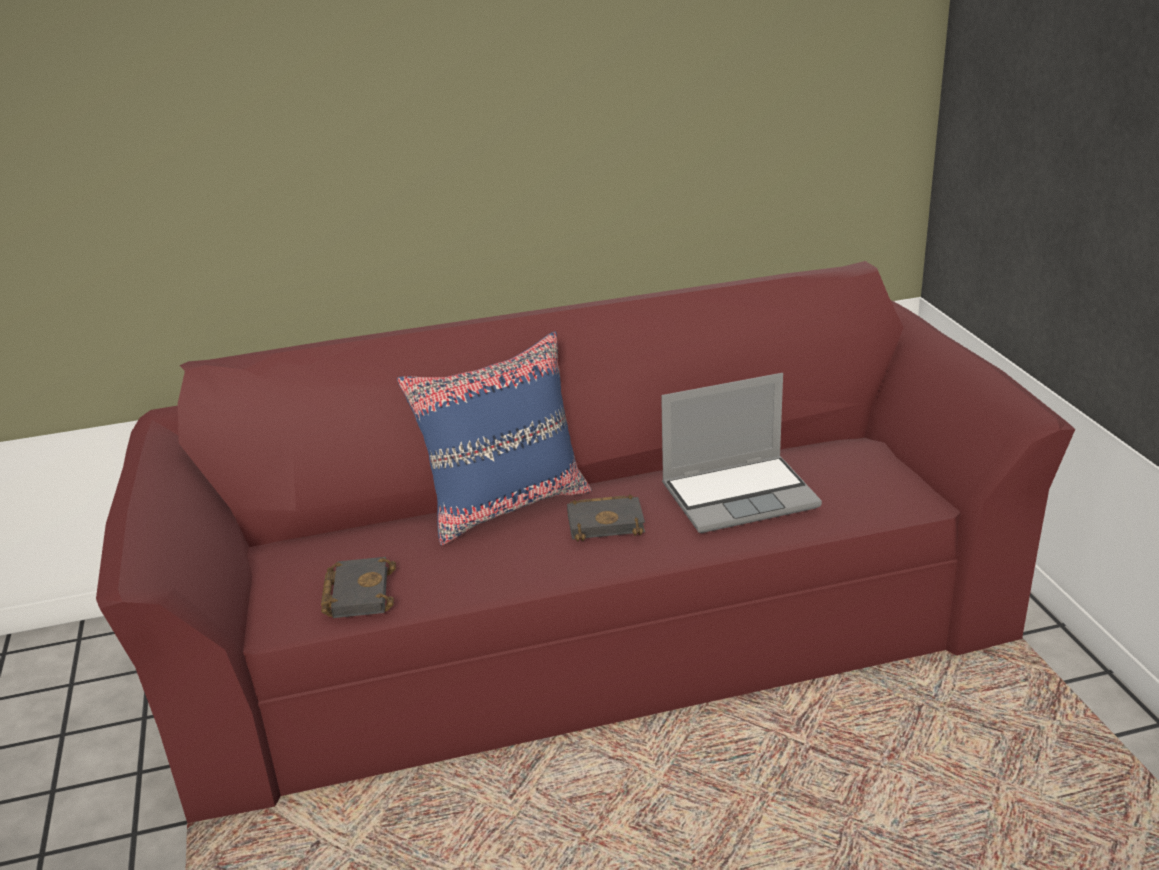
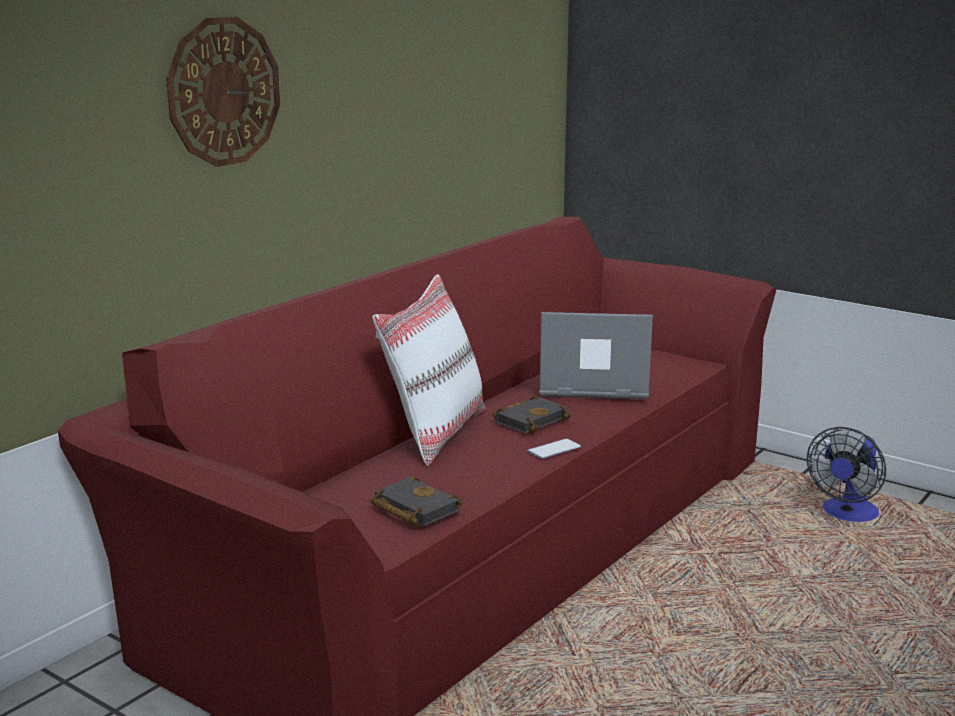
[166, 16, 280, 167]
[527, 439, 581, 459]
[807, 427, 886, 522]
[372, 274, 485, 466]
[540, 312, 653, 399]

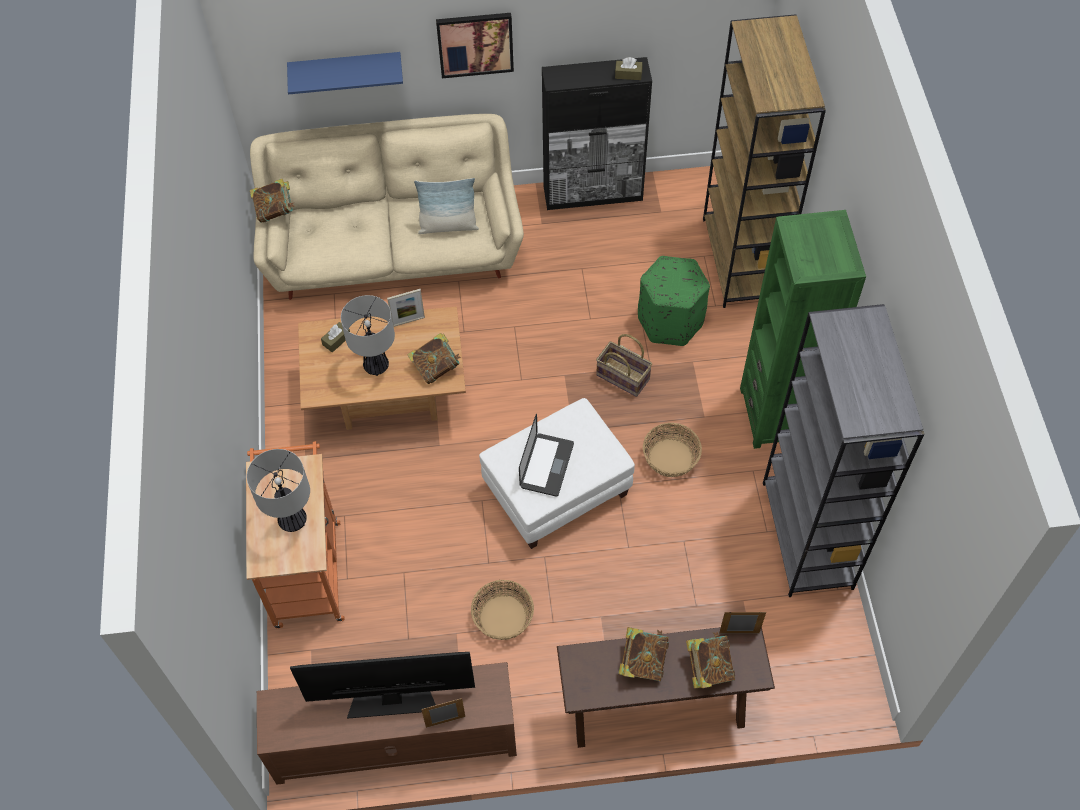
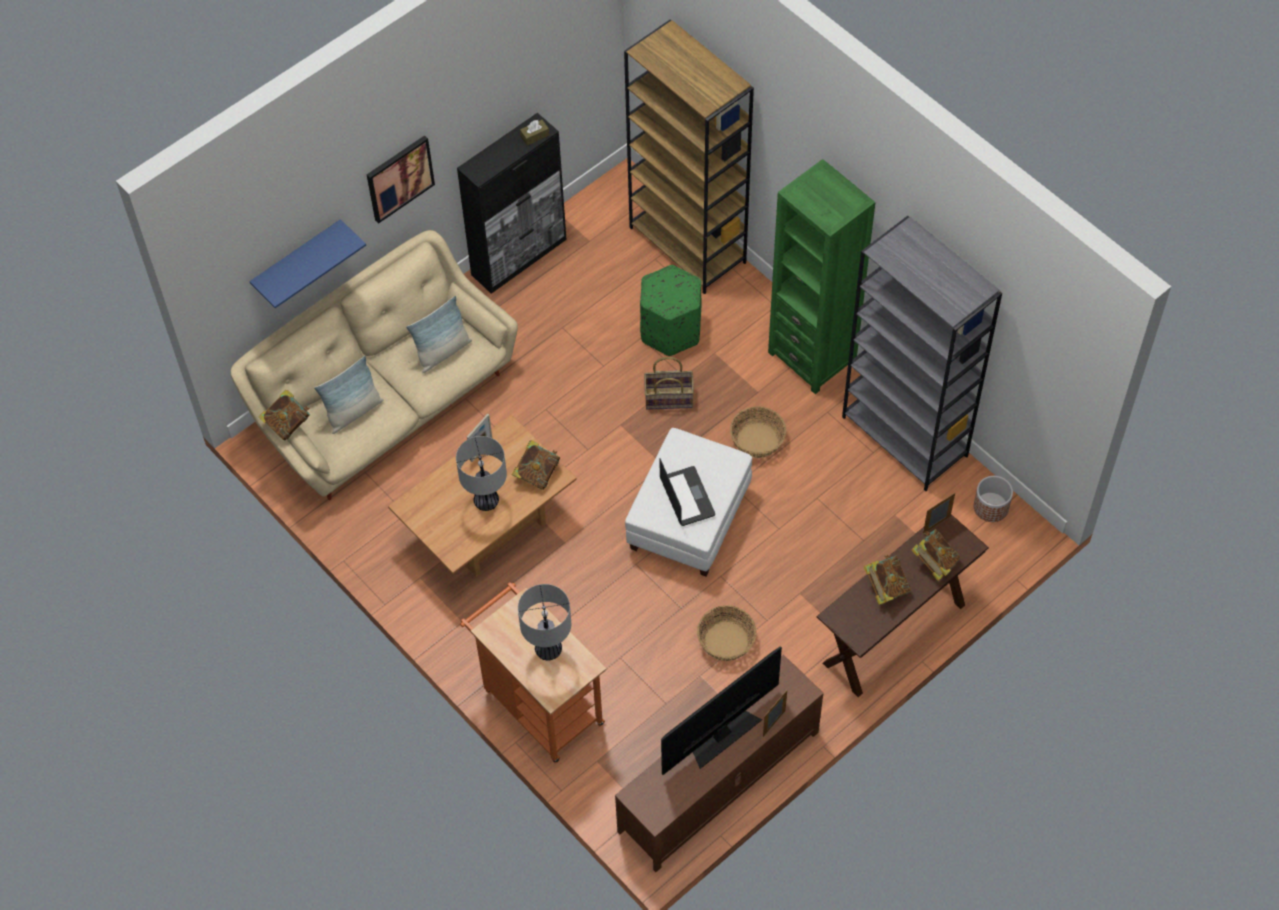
[321, 322, 350, 352] (first image)
[314, 356, 384, 434]
[974, 476, 1013, 522]

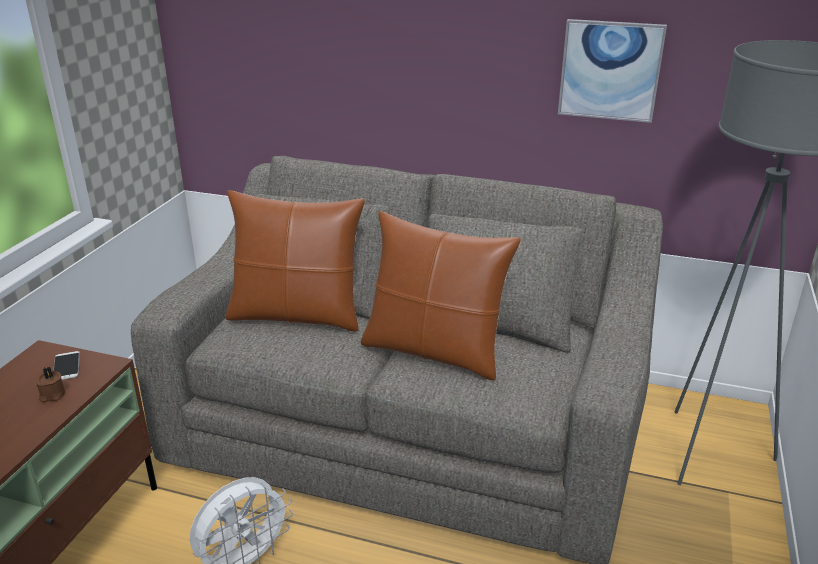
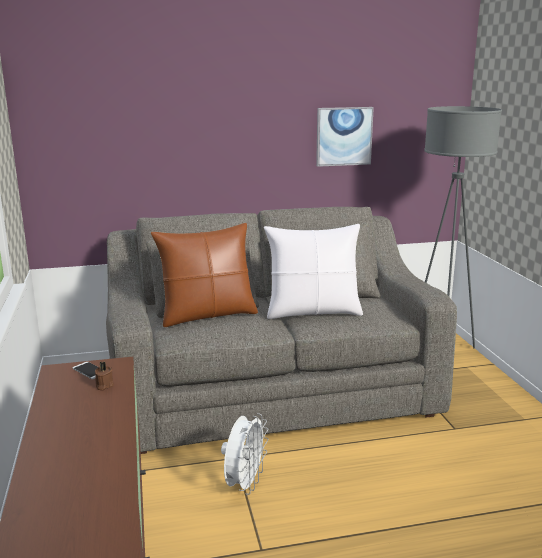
[264, 224, 363, 319]

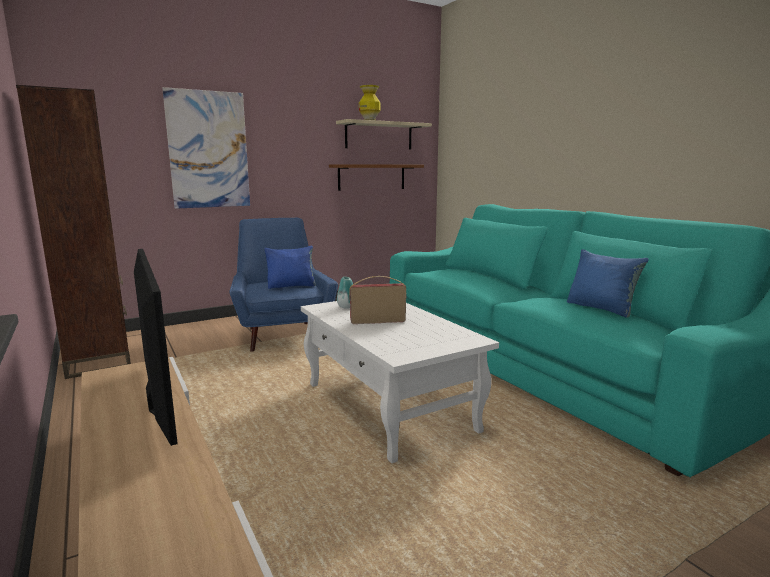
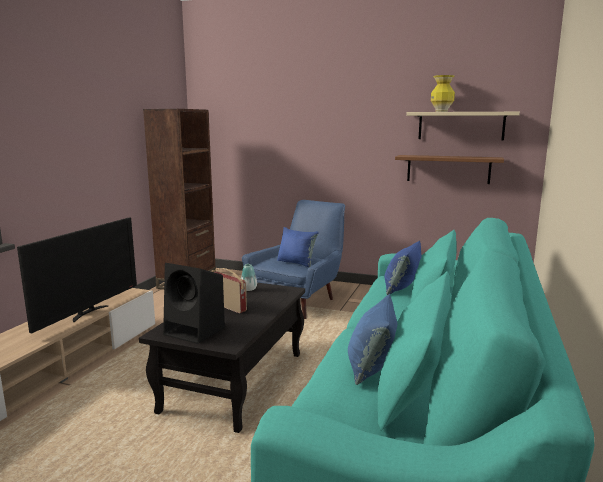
[162, 87, 250, 209] (first image)
[163, 263, 225, 344]
[385, 241, 422, 295]
[139, 283, 305, 433]

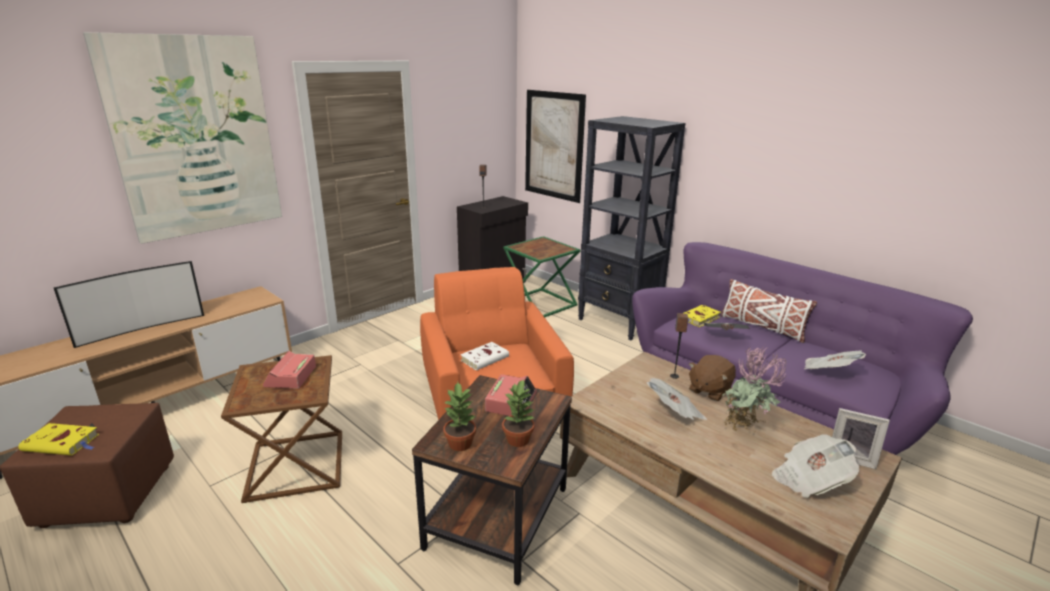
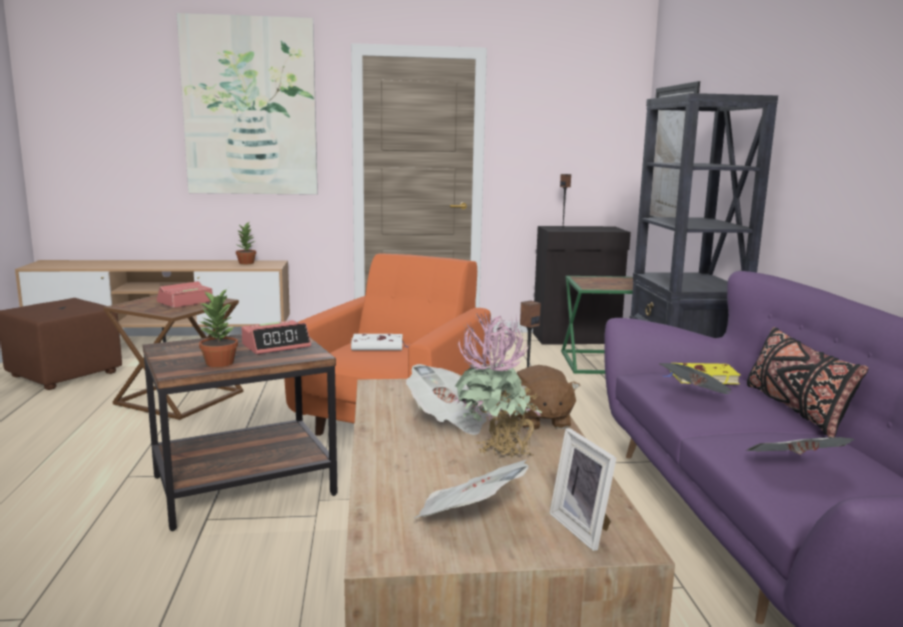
[18, 423, 99, 456] (first image)
[54, 261, 204, 348] (first image)
[236, 222, 256, 264]
[747, 327, 869, 437]
[517, 365, 580, 430]

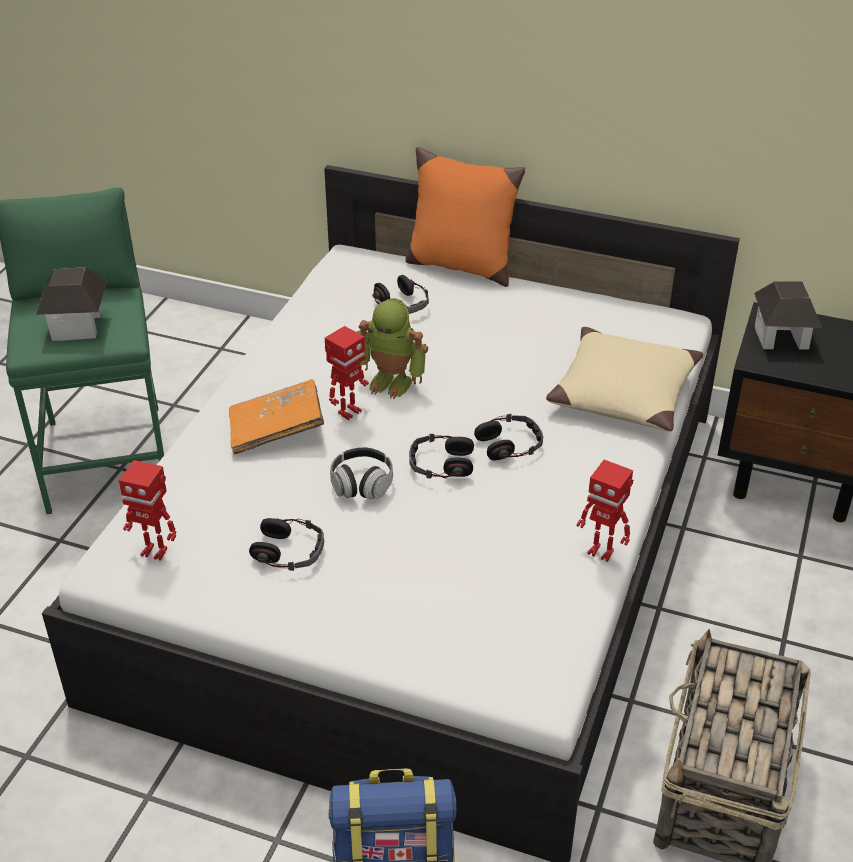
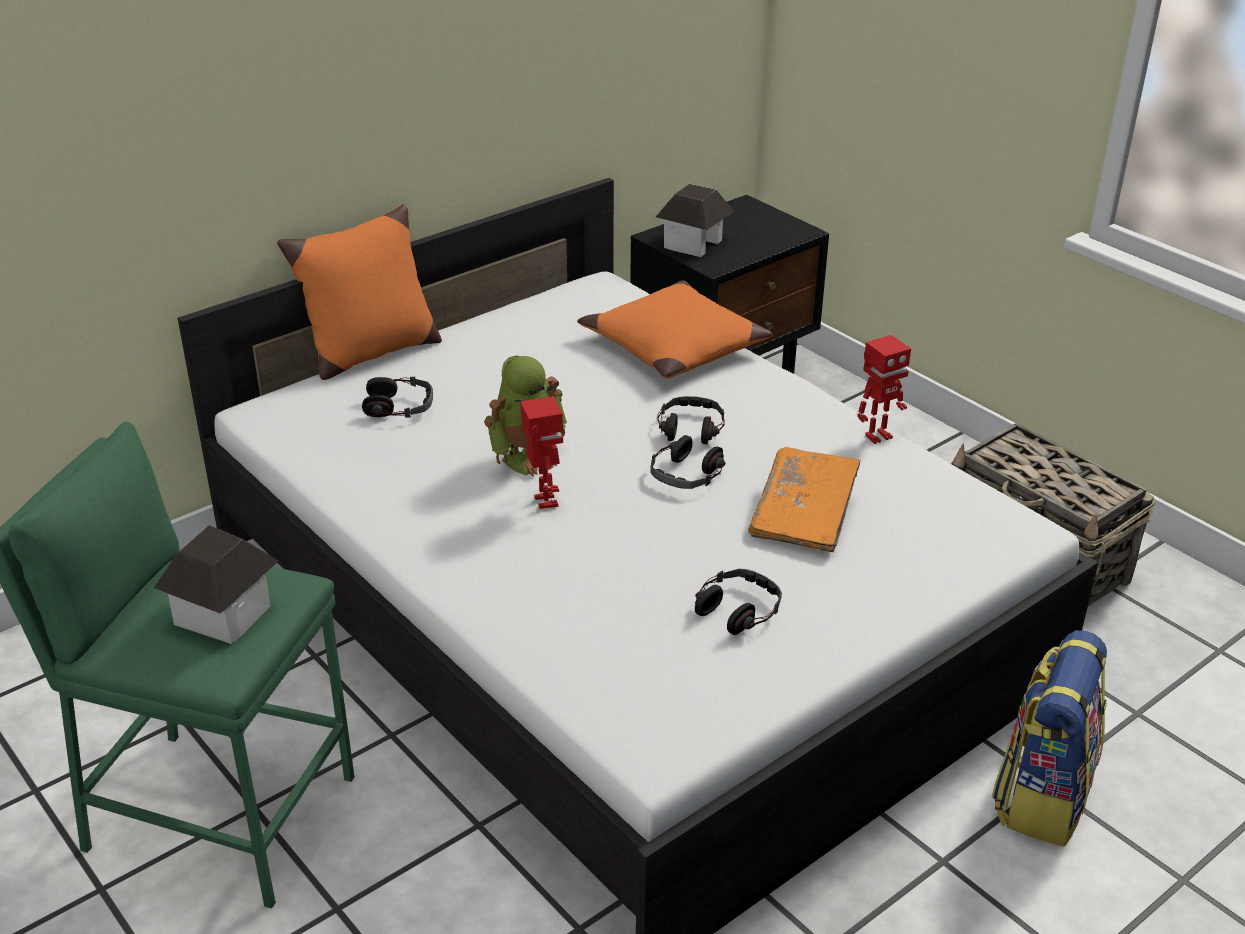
[119, 460, 176, 561] (first image)
[330, 447, 393, 500] (first image)
[749, 447, 860, 552]
[577, 281, 773, 378]

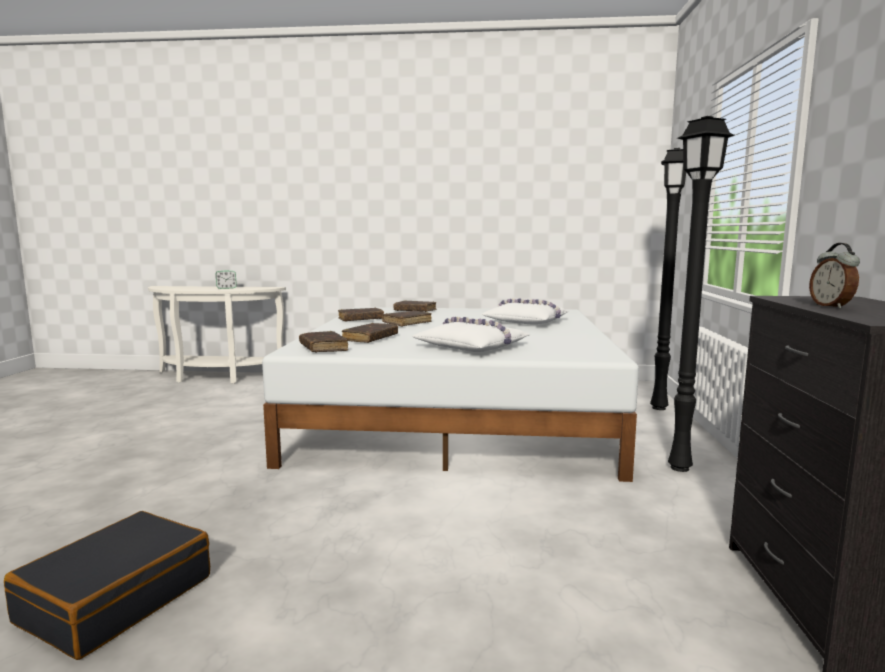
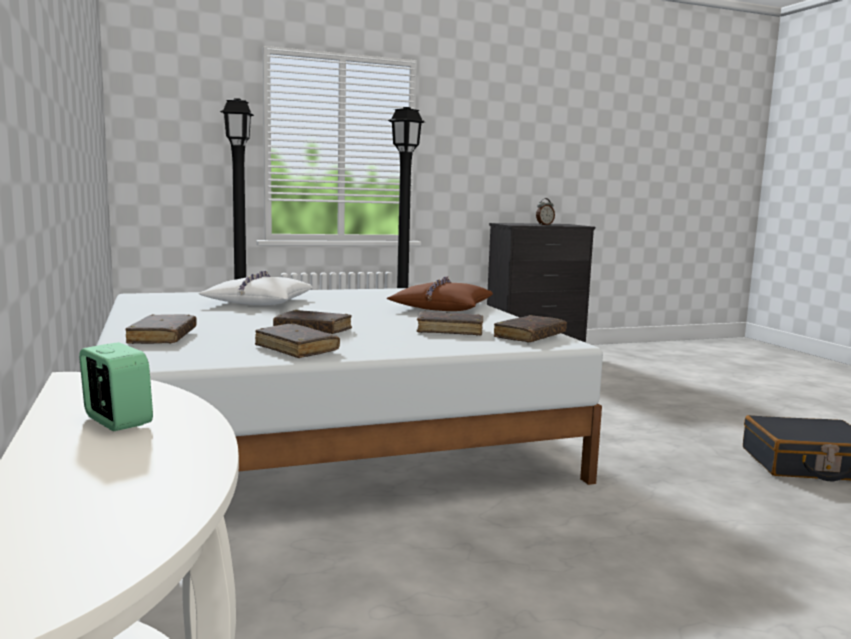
[387, 276, 493, 311]

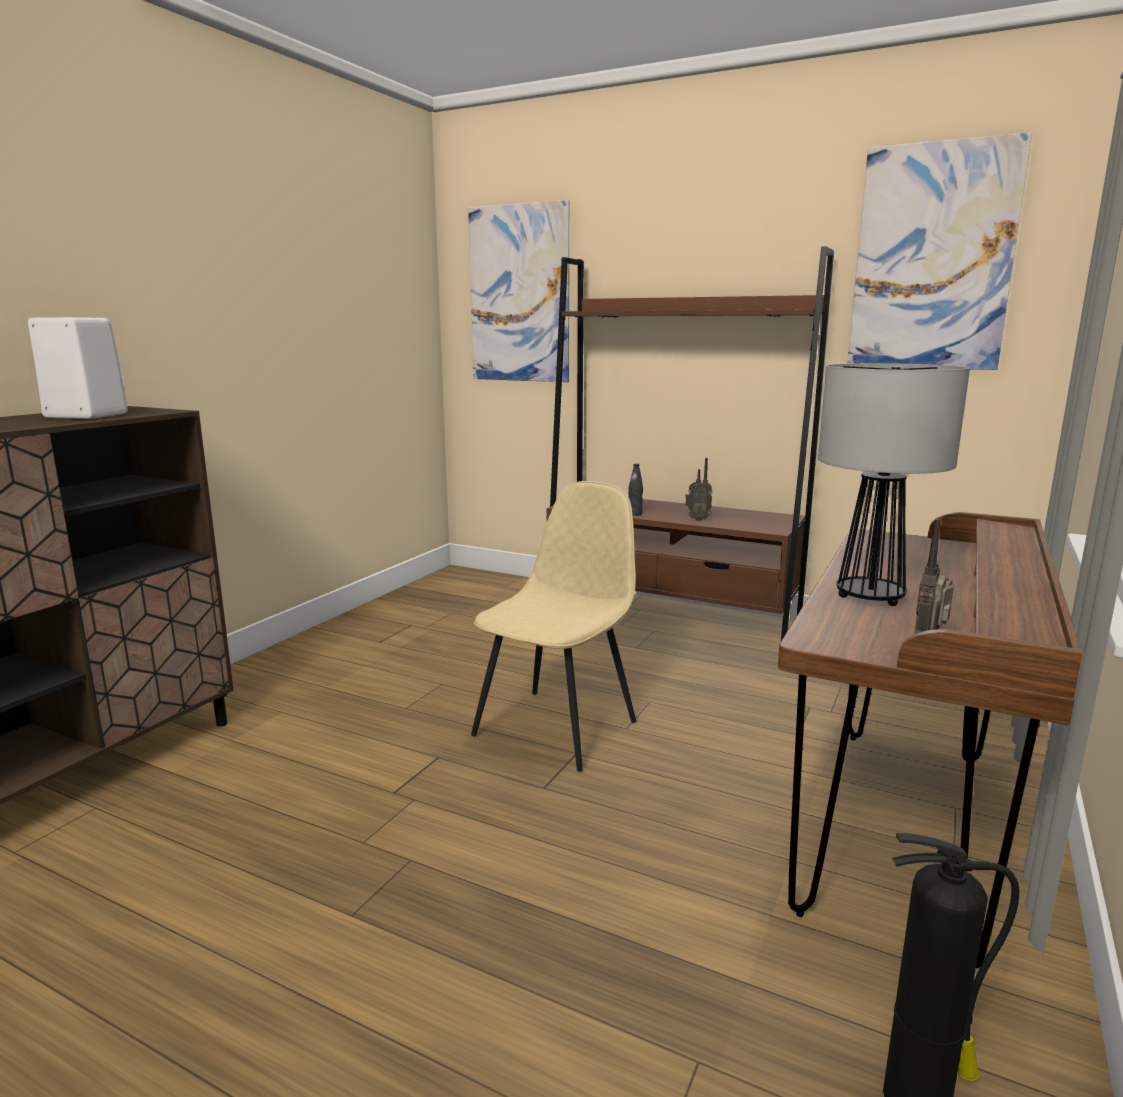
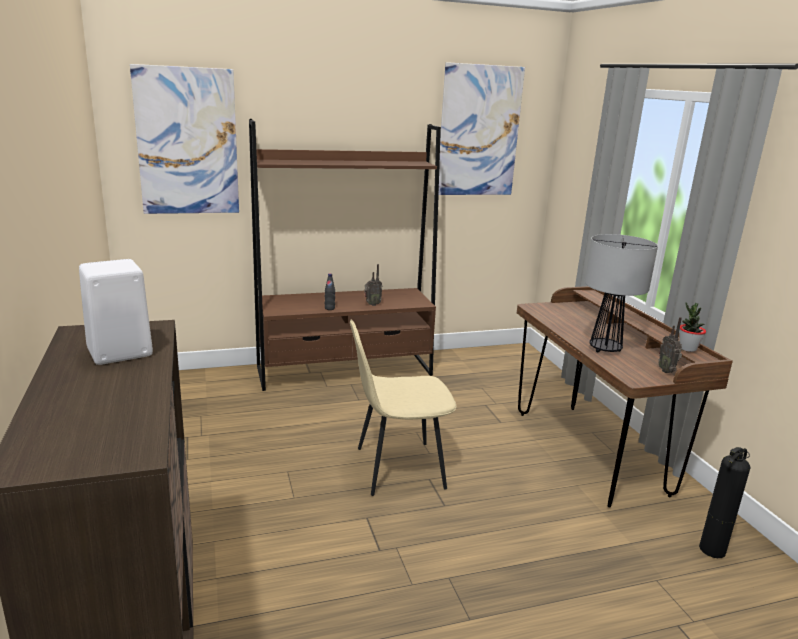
[679, 302, 706, 352]
[350, 320, 456, 496]

